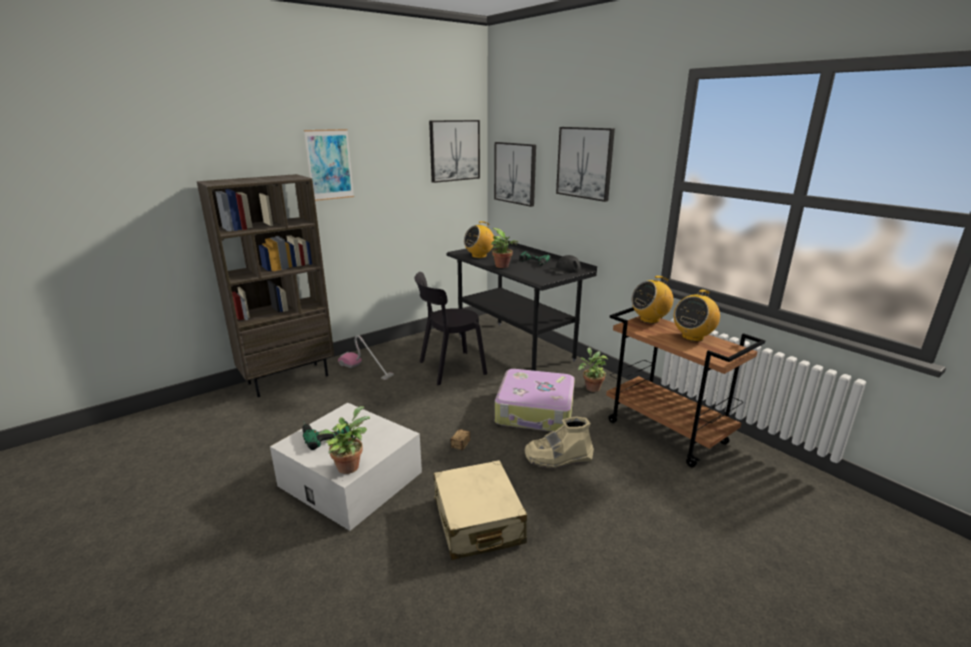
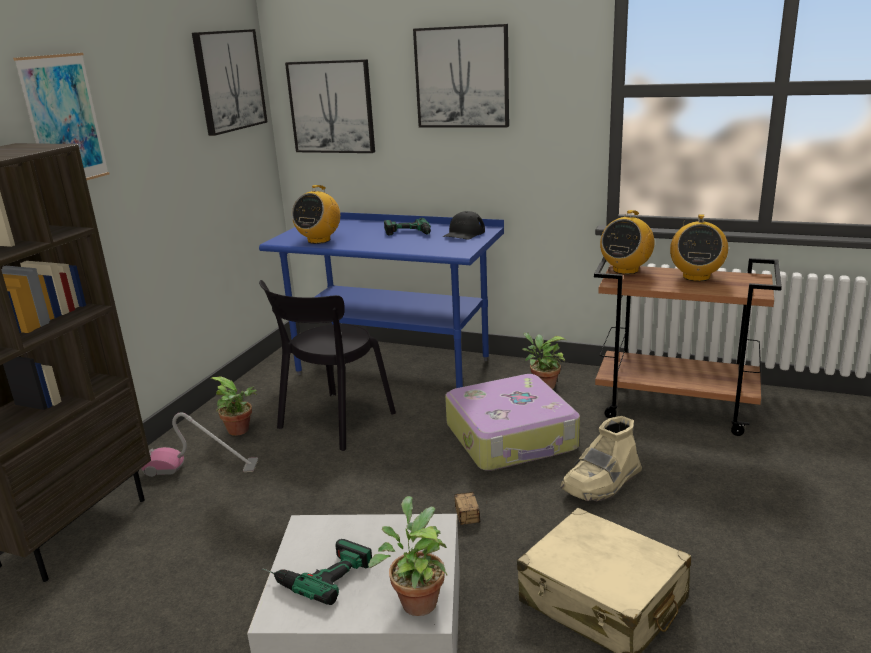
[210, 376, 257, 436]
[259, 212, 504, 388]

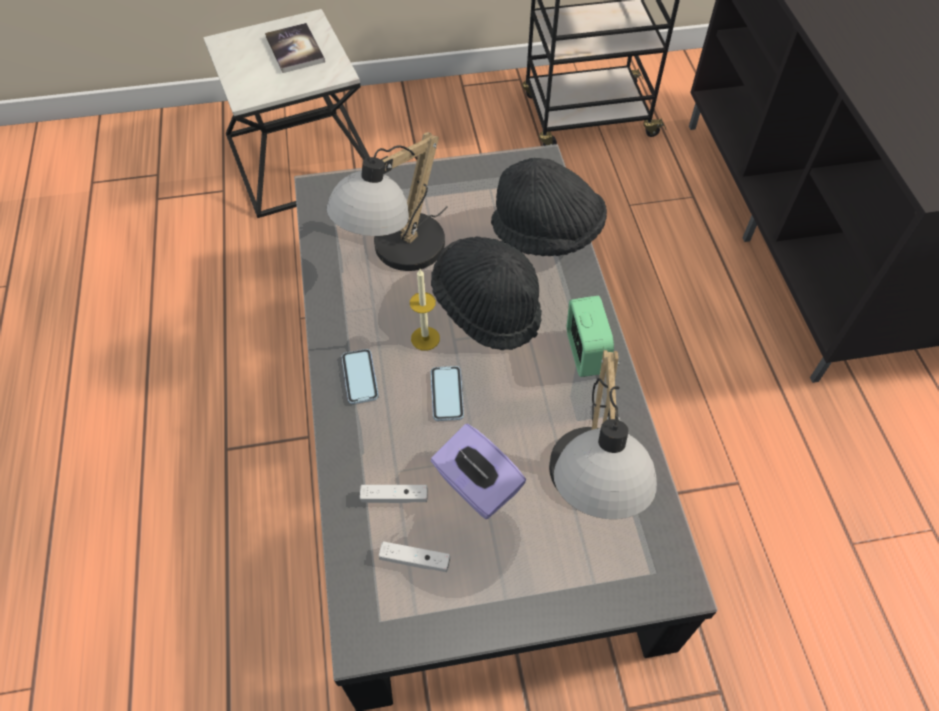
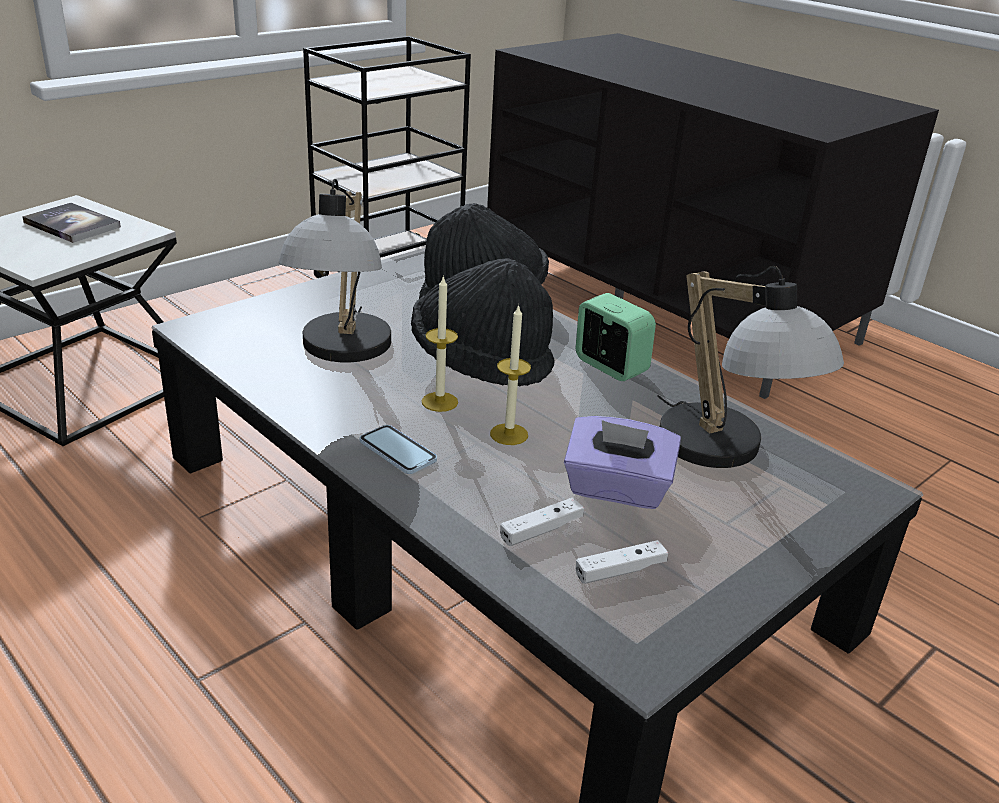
[490, 304, 531, 445]

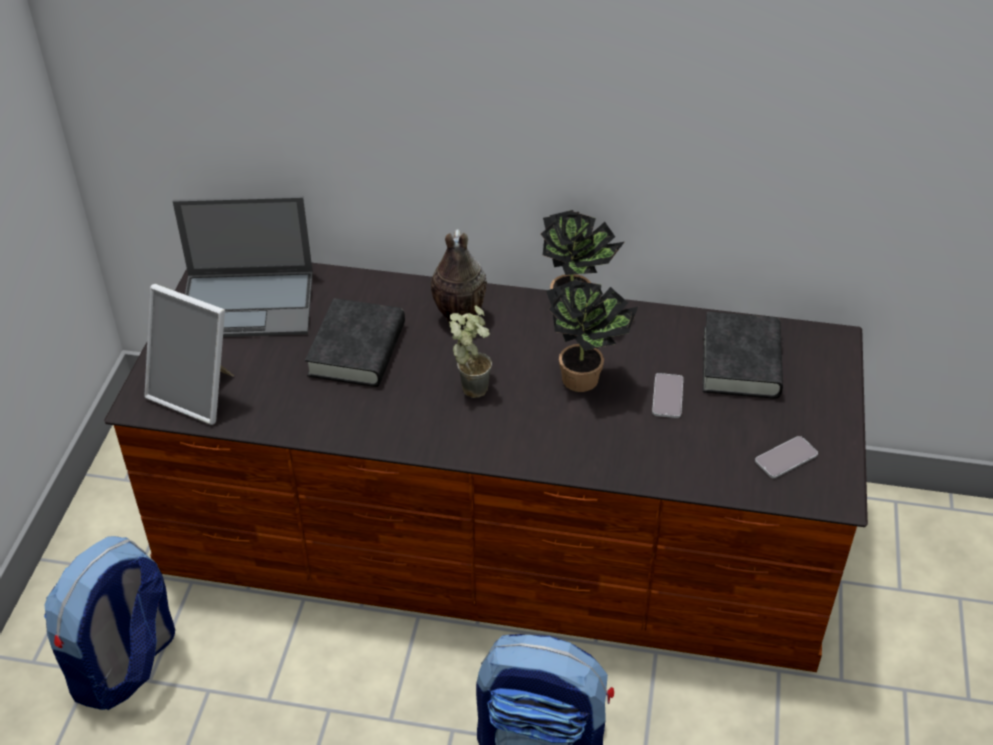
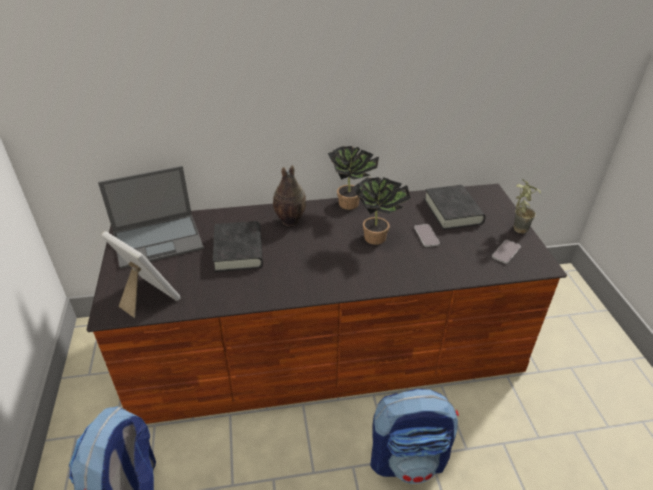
[513, 179, 541, 233]
[101, 231, 181, 318]

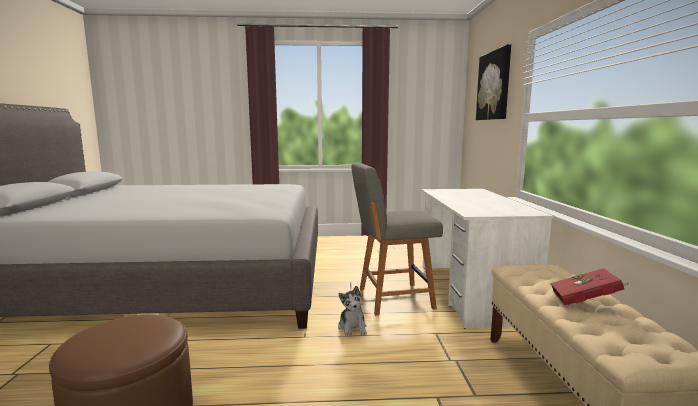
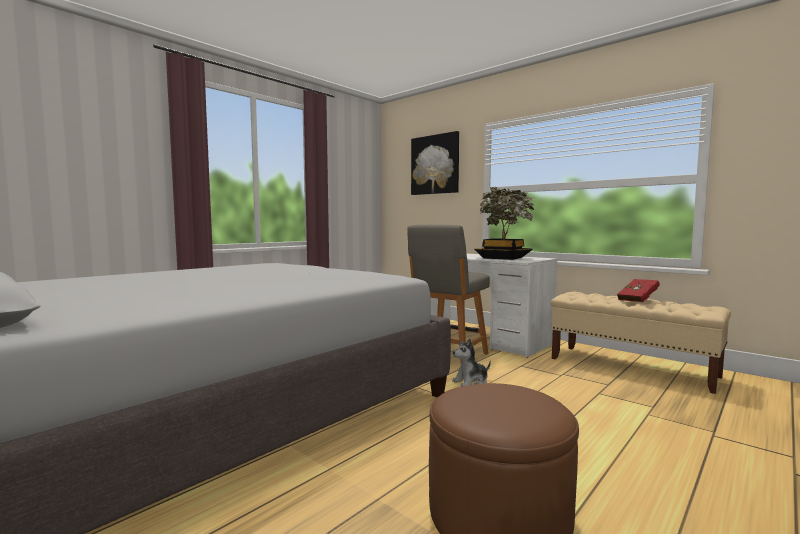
[474, 187, 534, 260]
[452, 338, 491, 386]

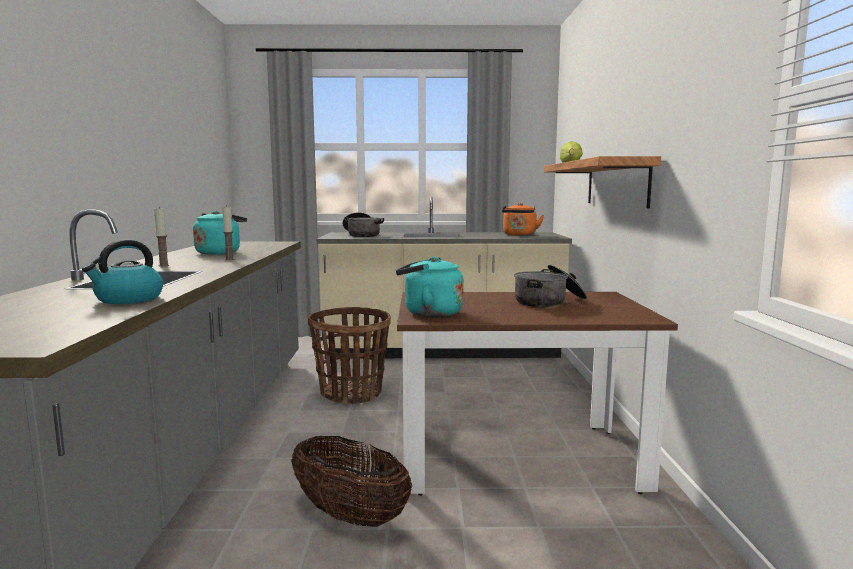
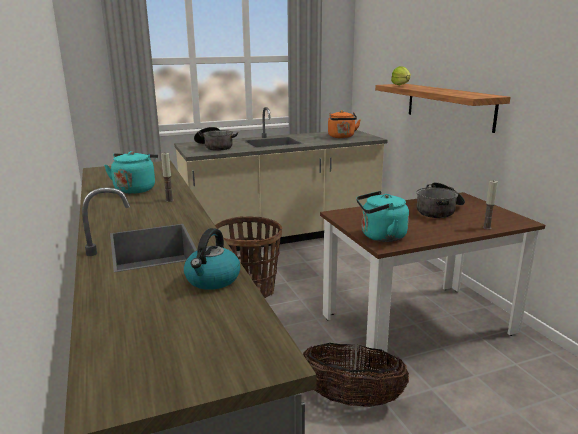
[483, 180, 498, 230]

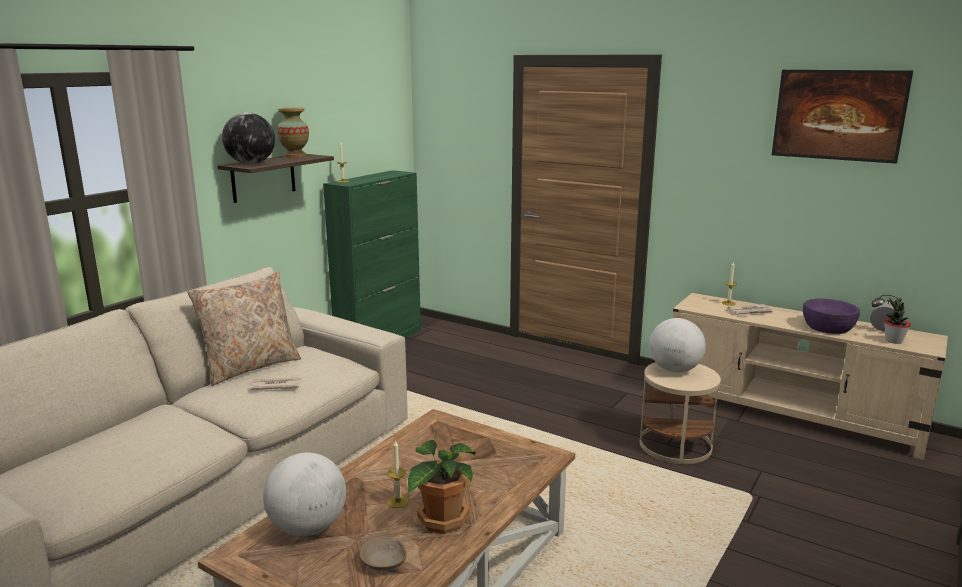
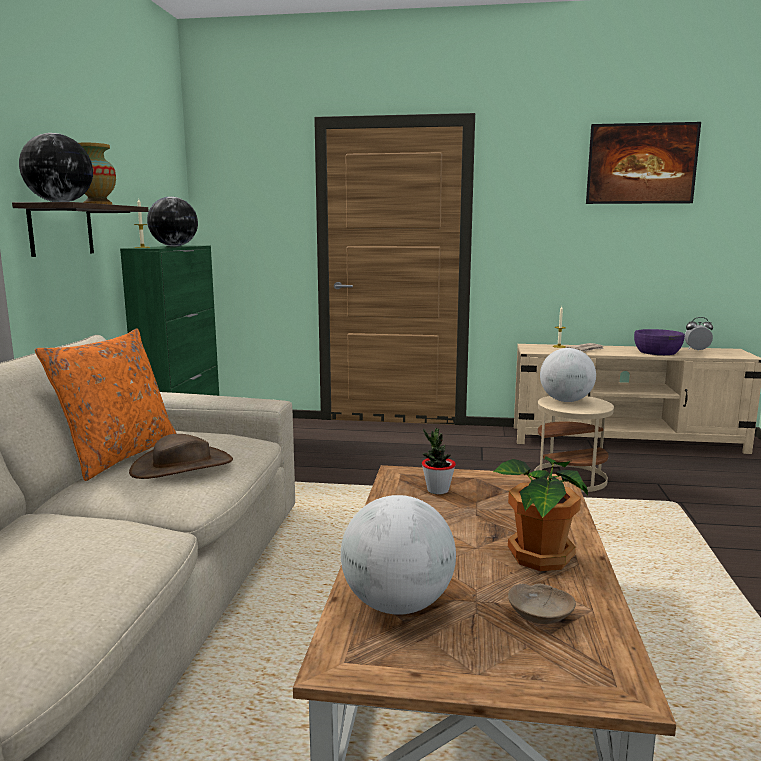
[387, 440, 409, 508] (first image)
[147, 197, 198, 247]
[422, 428, 456, 494]
[129, 434, 233, 479]
[35, 329, 177, 481]

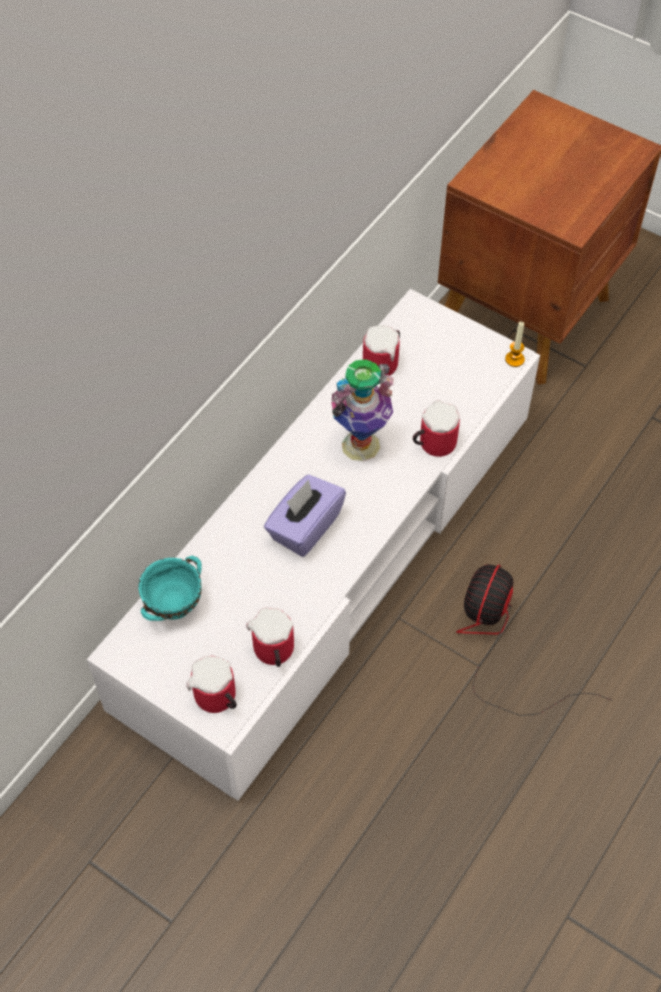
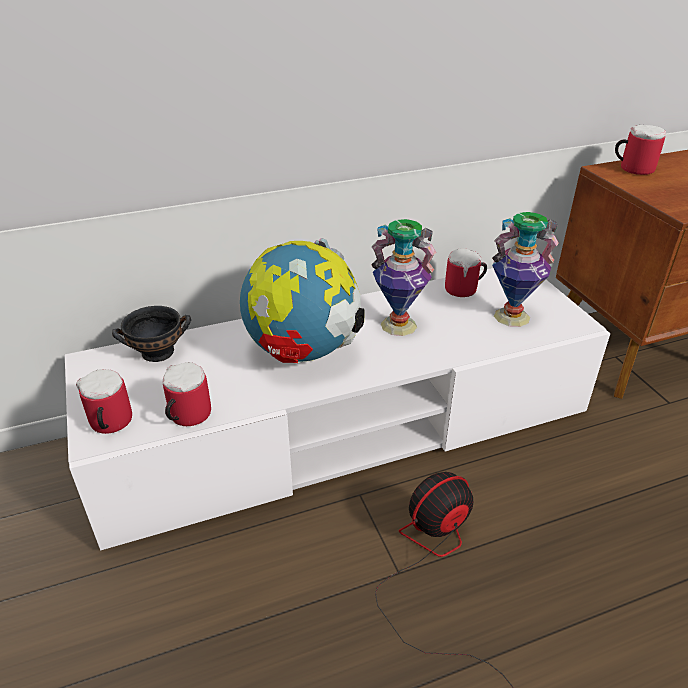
[505, 321, 525, 367] (first image)
[492, 212, 559, 327]
[615, 125, 666, 175]
[240, 238, 365, 363]
[112, 306, 191, 362]

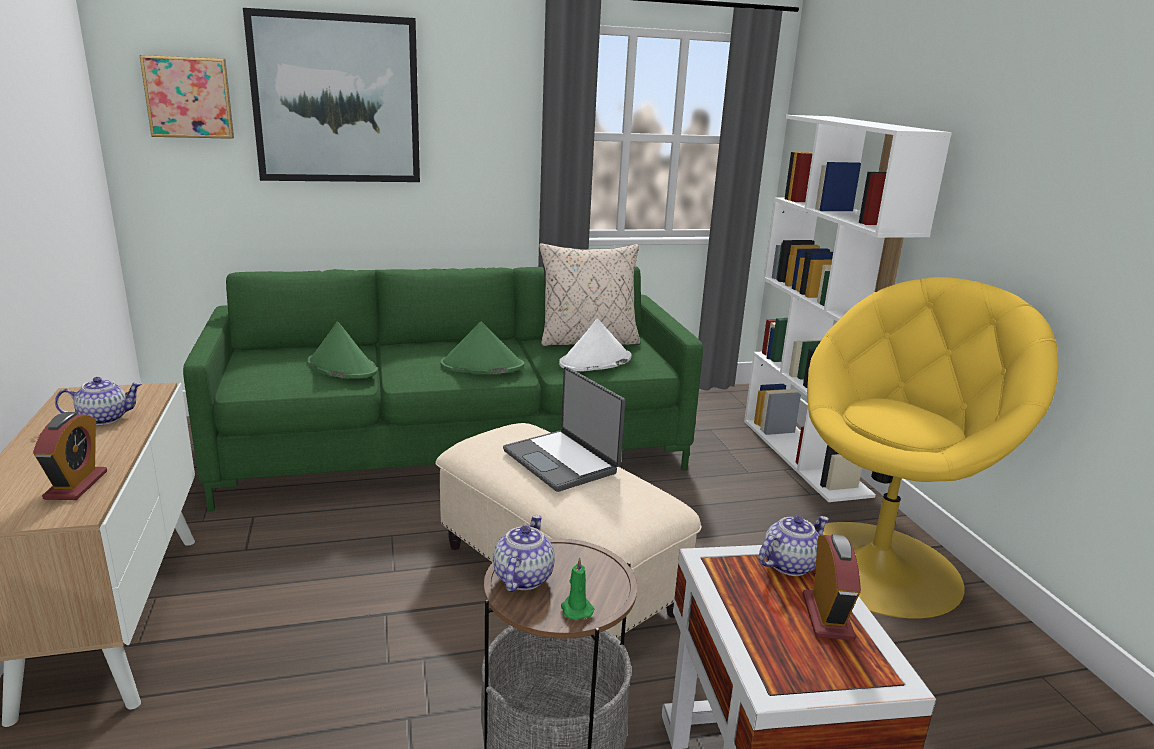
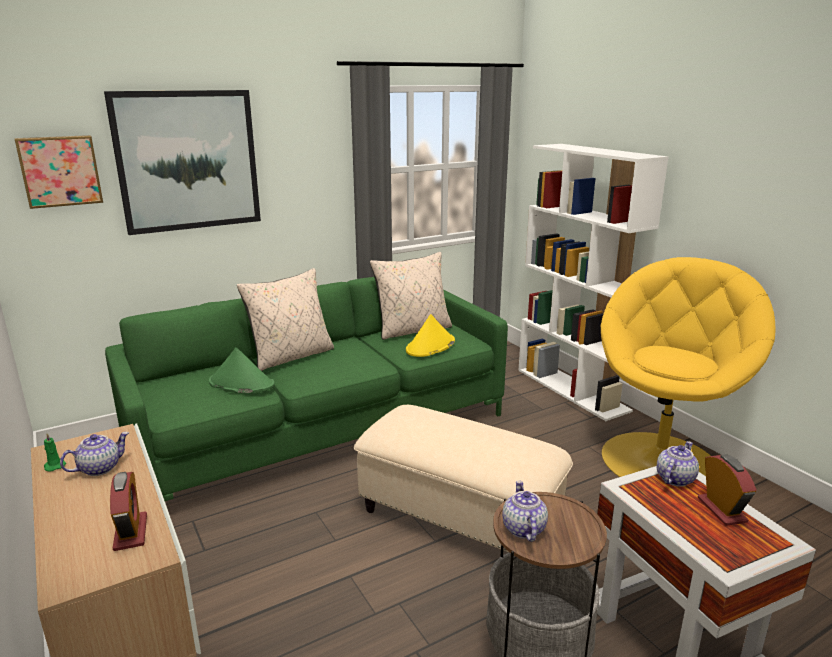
[440, 321, 524, 374] (first image)
[503, 367, 625, 492] (first image)
[237, 268, 334, 371]
[44, 433, 66, 471]
[406, 314, 455, 357]

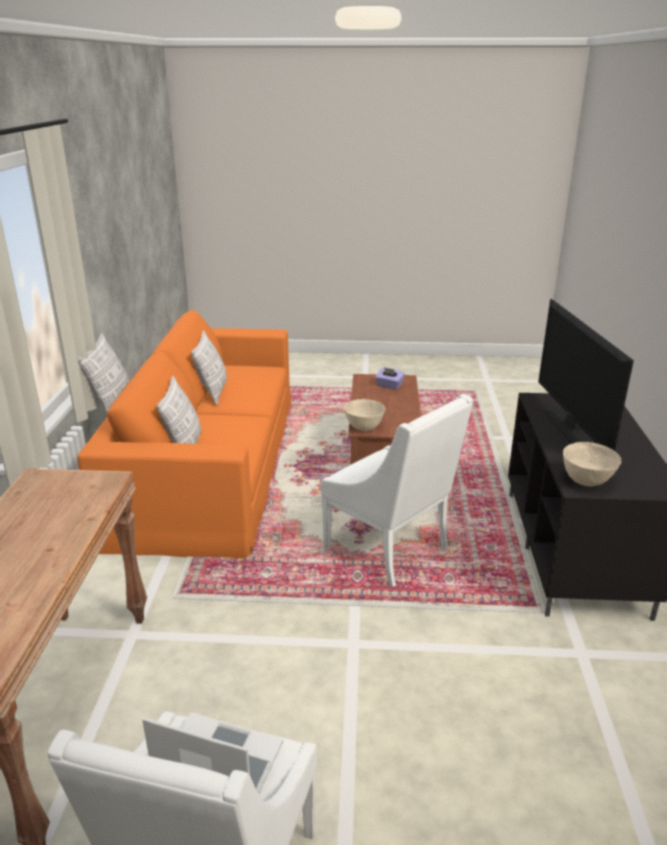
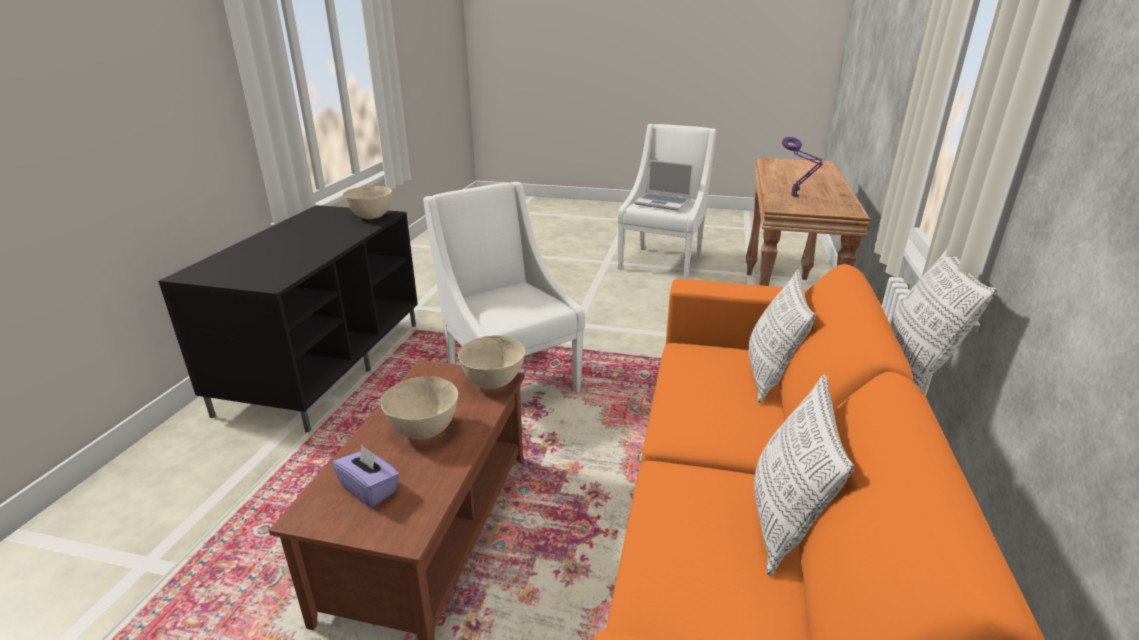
[538, 299, 634, 451] (first image)
[381, 377, 458, 440]
[782, 137, 823, 197]

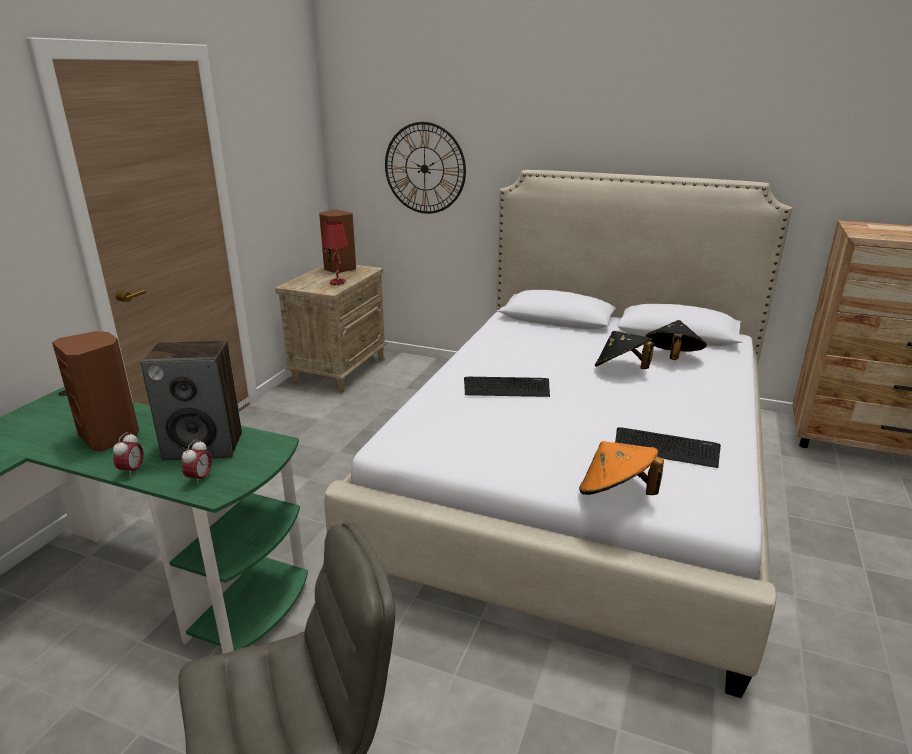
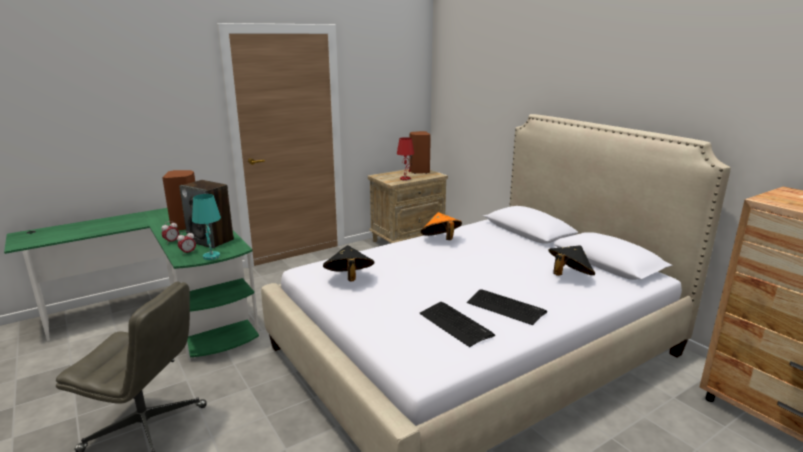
[385, 122, 466, 214] (first image)
[192, 194, 221, 260]
[467, 289, 547, 325]
[421, 212, 462, 240]
[323, 245, 374, 281]

